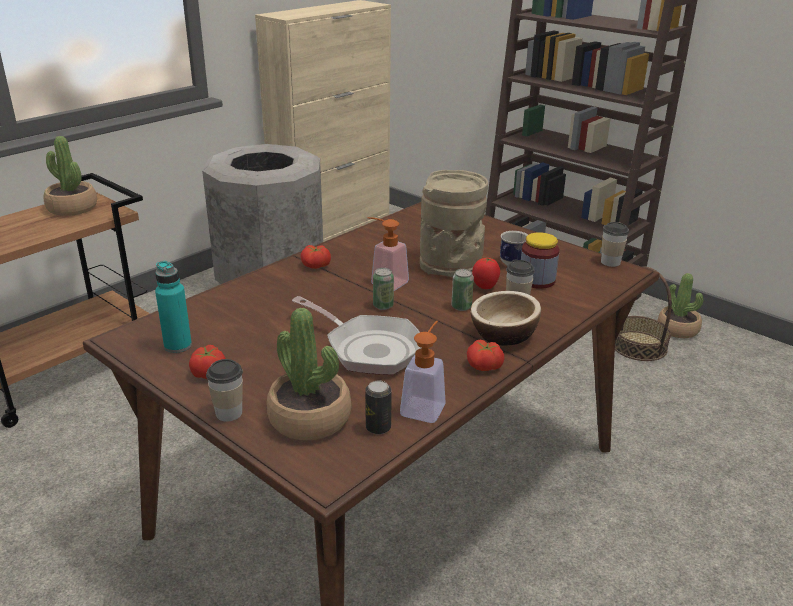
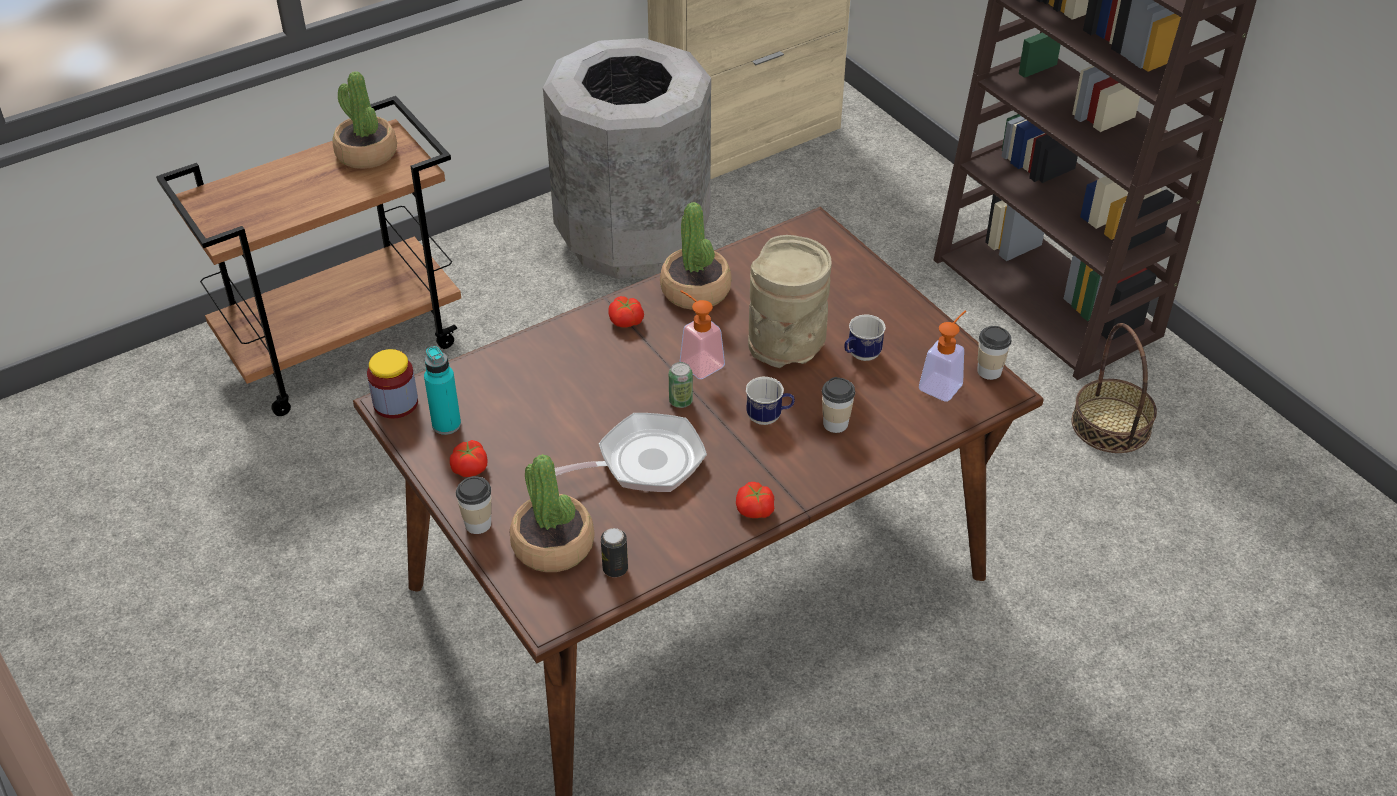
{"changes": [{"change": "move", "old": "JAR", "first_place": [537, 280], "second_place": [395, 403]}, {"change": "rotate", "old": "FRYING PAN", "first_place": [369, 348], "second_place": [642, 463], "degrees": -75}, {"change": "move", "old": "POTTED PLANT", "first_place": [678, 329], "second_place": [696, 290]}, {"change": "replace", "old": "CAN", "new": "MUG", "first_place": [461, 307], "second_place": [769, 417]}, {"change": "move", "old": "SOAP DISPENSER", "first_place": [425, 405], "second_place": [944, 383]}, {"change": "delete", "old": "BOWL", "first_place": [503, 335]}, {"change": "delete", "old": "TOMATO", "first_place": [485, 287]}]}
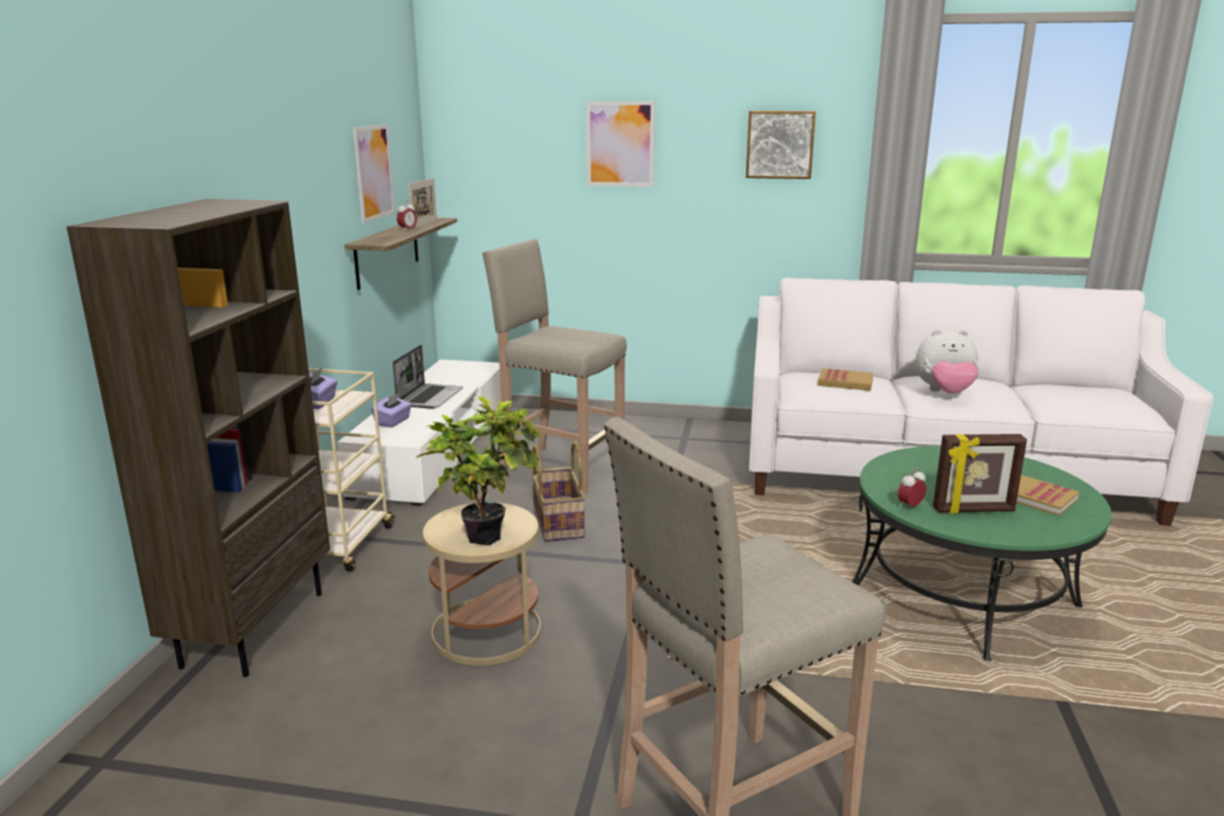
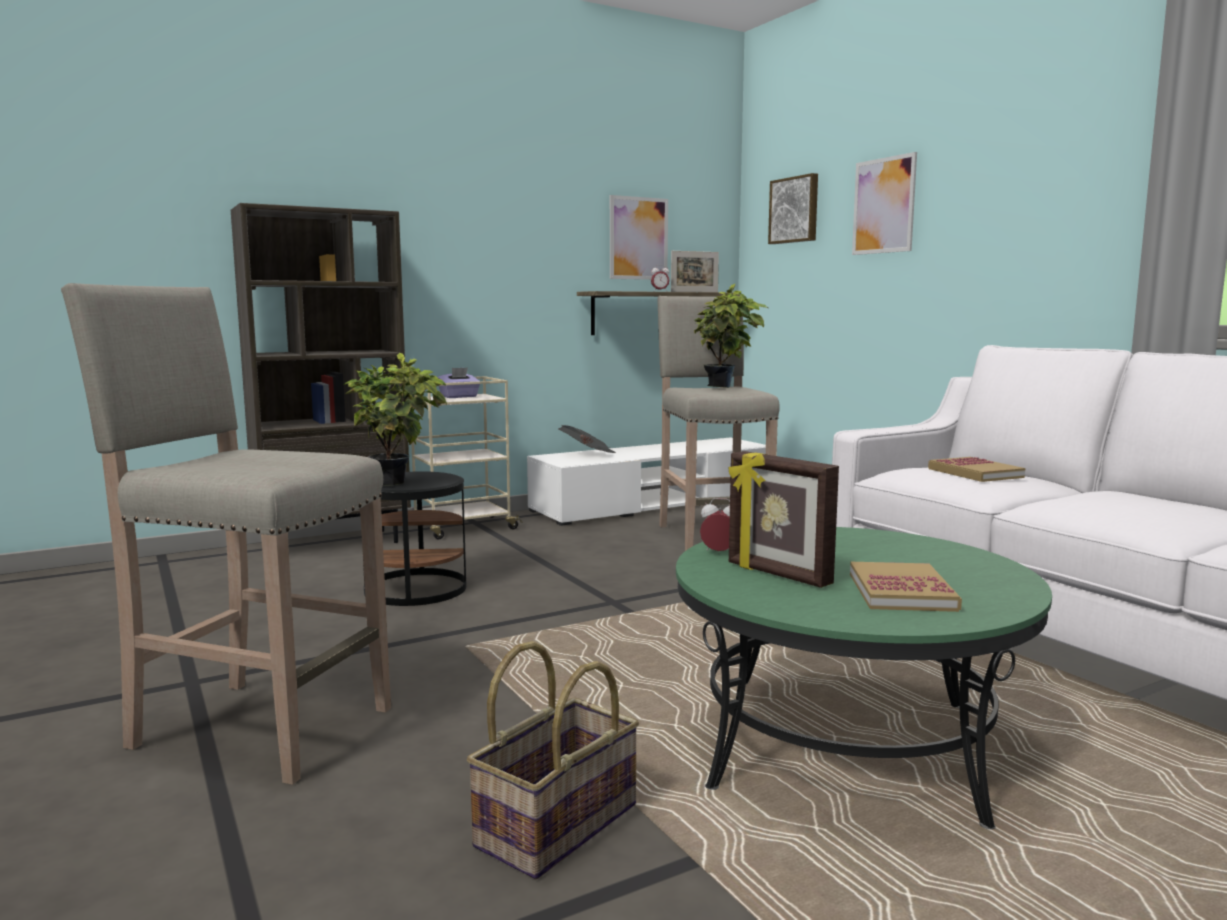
{"changes": [{"change": "recolor", "old": "BEIGE SIDE TABLE", "new": "BLACK SIDE TABLE", "first_place": [485, 632], "second_place": [415, 589]}, {"change": "move", "old": "BASKET", "first_place": [557, 523], "second_place": [556, 824]}, {"change": "replace", "old": "PURPLE TISSUE BOX", "new": "NEWSPAPER", "first_place": [393, 422], "second_place": [588, 455]}, {"change": "insert", "new": "POTTED PLANT", "second_place": [725, 387]}, {"change": "move", "old": "PICTURE", "first_place": [780, 144], "second_place": [795, 210]}, {"change": "delete", "old": "LAPTOP", "first_place": [429, 397]}, {"change": "delete", "old": "PLUSH TOY", "first_place": [944, 393]}]}
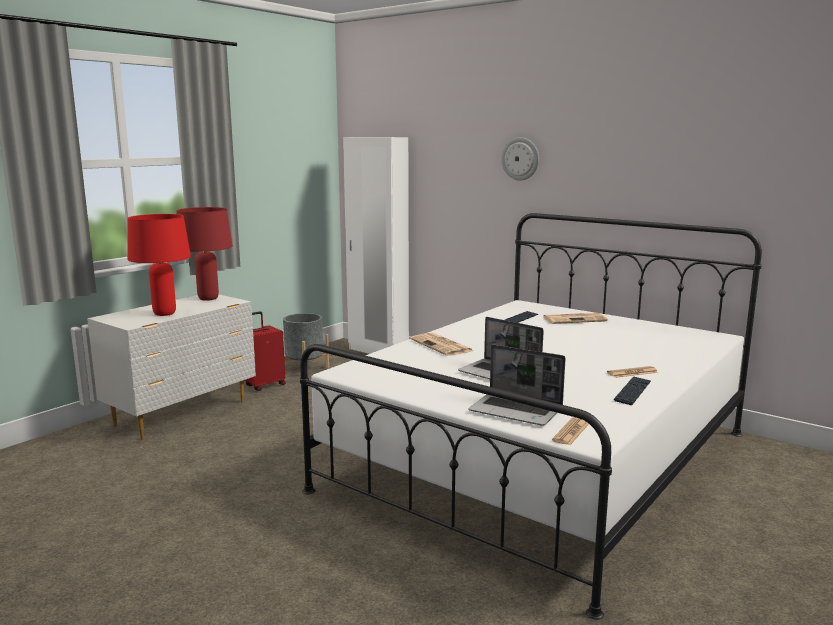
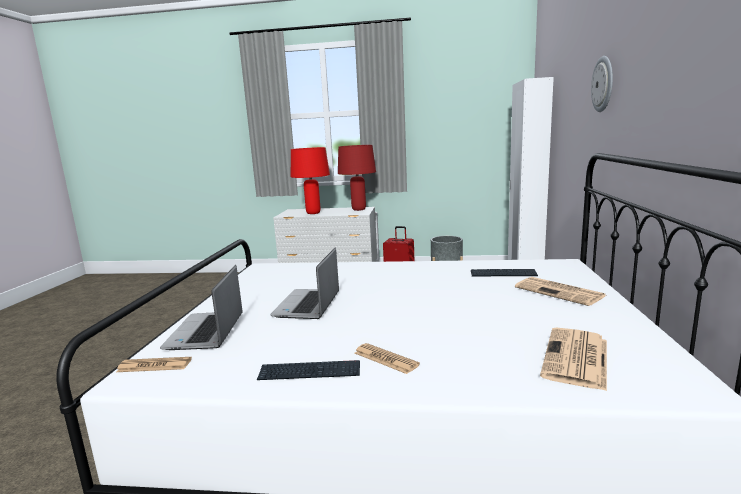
{"changes": [{"change": "move", "old": "NEWSPAPER", "first_place": [442, 345], "second_place": [576, 359]}]}
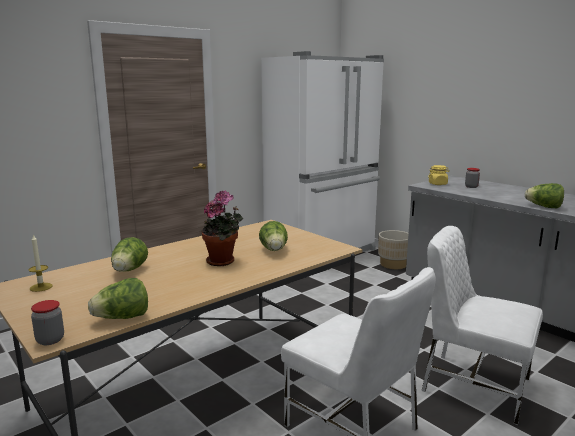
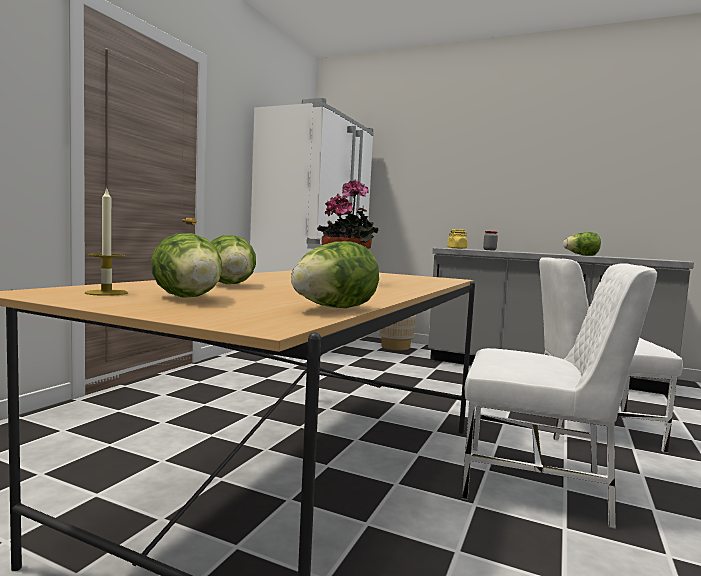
{"changes": [{"change": "move", "old": "LETTUCE", "first_place": [274, 250], "second_place": [190, 298]}, {"change": "delete", "old": "JAR", "first_place": [50, 340]}]}
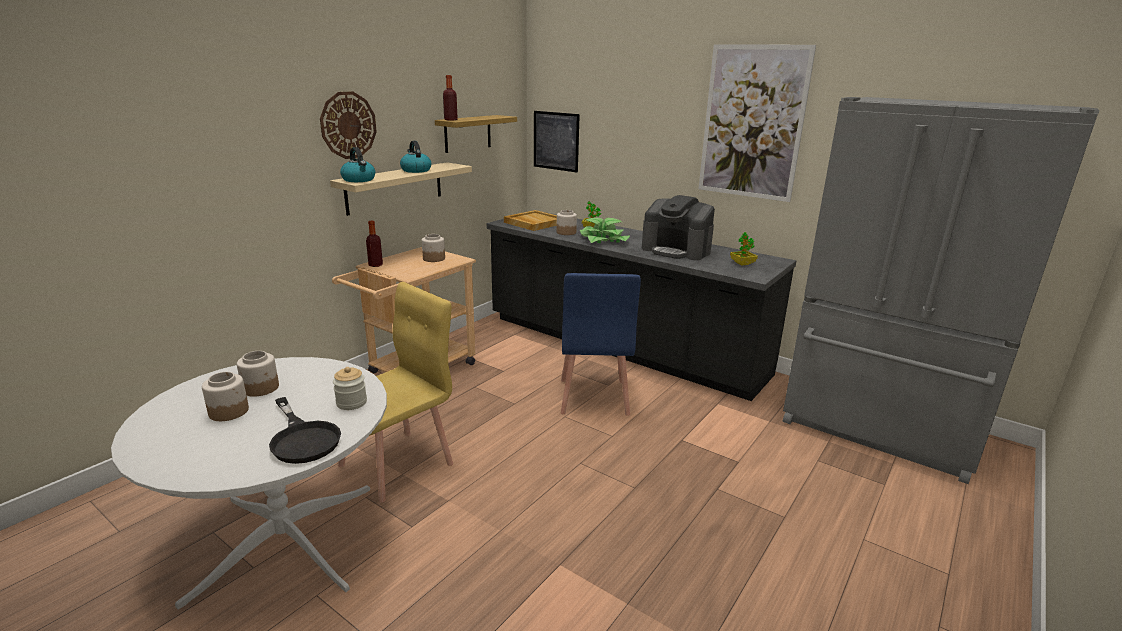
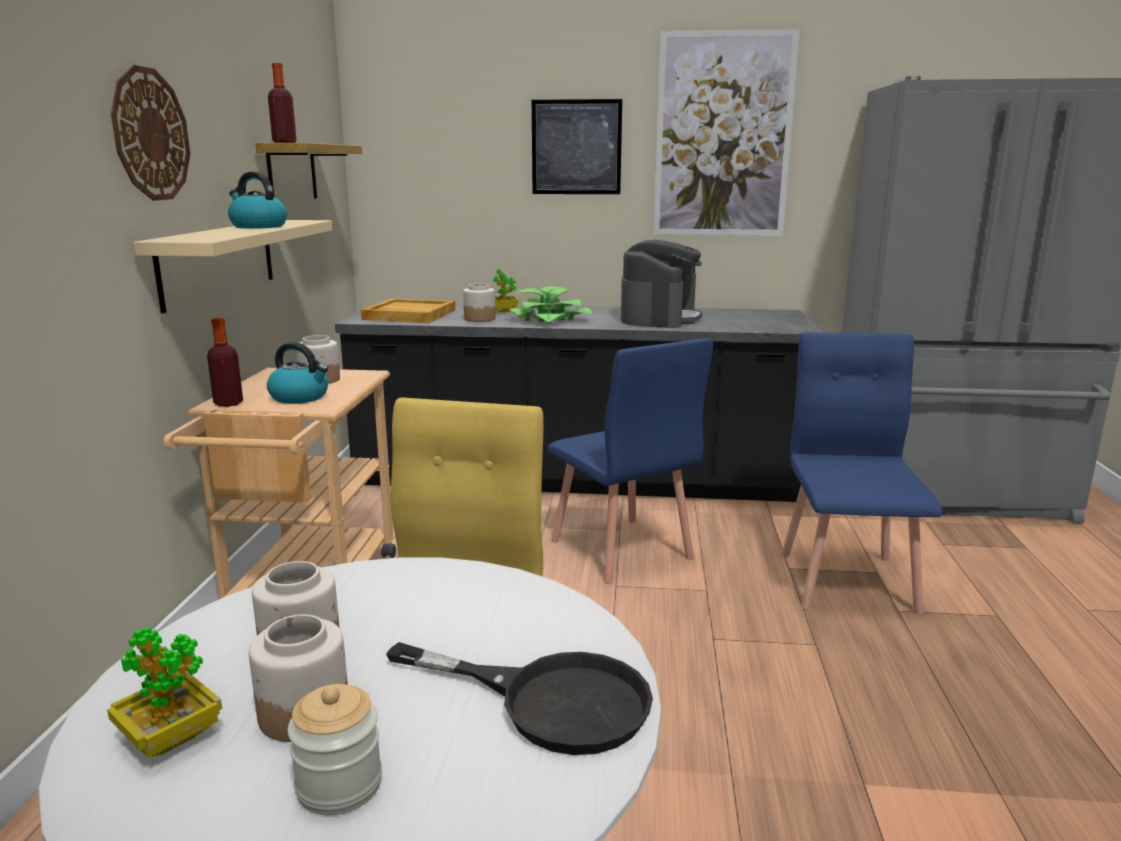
{"changes": [{"change": "move", "old": "POTTED PLANT", "first_place": [742, 263], "second_place": [170, 738]}, {"change": "move", "old": "KETTLE", "first_place": [359, 180], "second_place": [300, 397]}, {"change": "move", "old": "JAR", "first_place": [351, 403], "second_place": [339, 785]}, {"change": "move", "old": "PICTURE", "first_place": [556, 141], "second_place": [576, 147]}, {"change": "rotate", "old": "COFFEE MACHINE", "first_place": [676, 250], "second_place": [660, 318], "degrees": -75}, {"change": "insert", "new": "BLUE CHAIR", "second_place": [848, 581]}]}
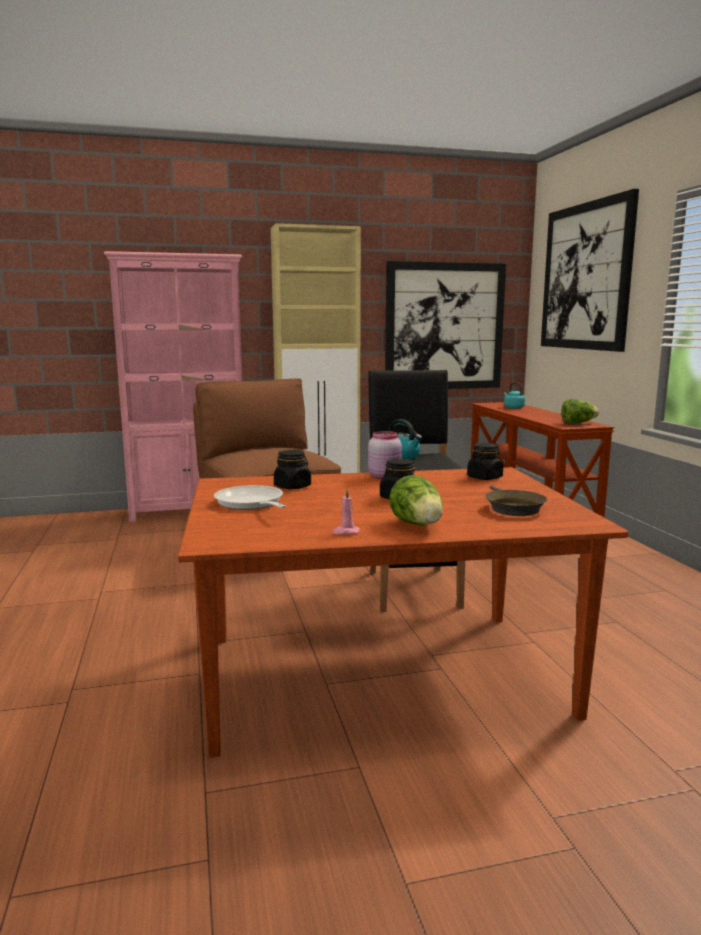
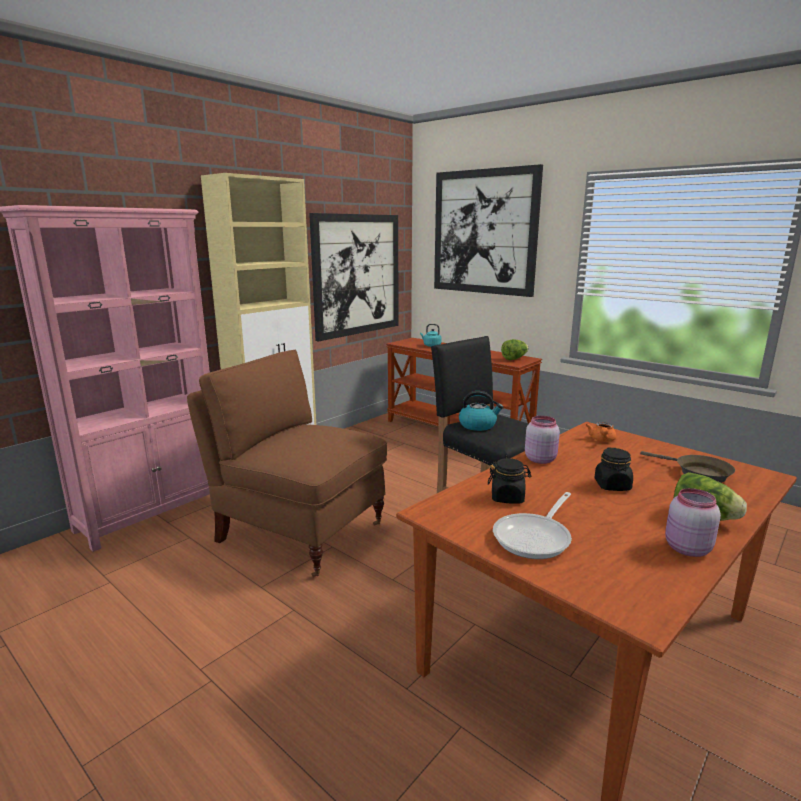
{"changes": [{"change": "rotate", "old": "FRYING PAN", "first_place": [251, 504], "second_place": [535, 537], "degrees": -75}, {"change": "replace", "old": "BLACK JAR", "new": "ORANGE TEAPOT", "first_place": [484, 477], "second_place": [602, 440]}, {"change": "replace", "old": "PINK CANDLE", "new": "PINK JAR", "first_place": [345, 532], "second_place": [686, 548]}]}
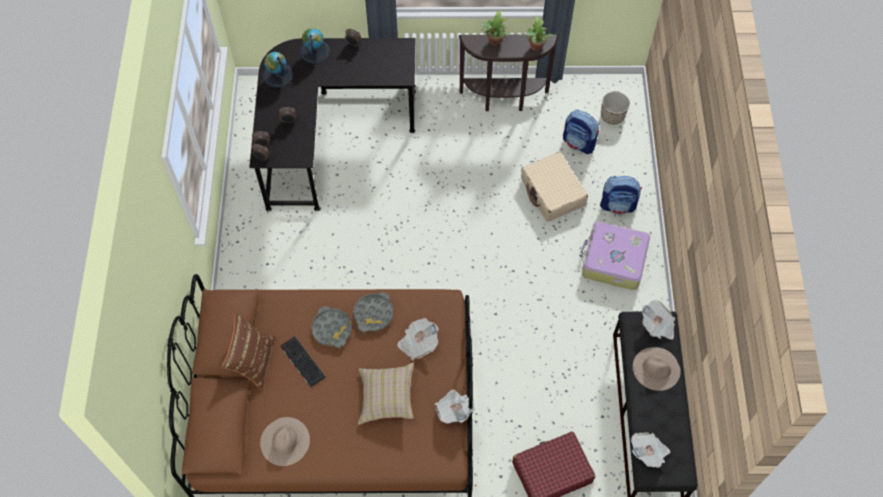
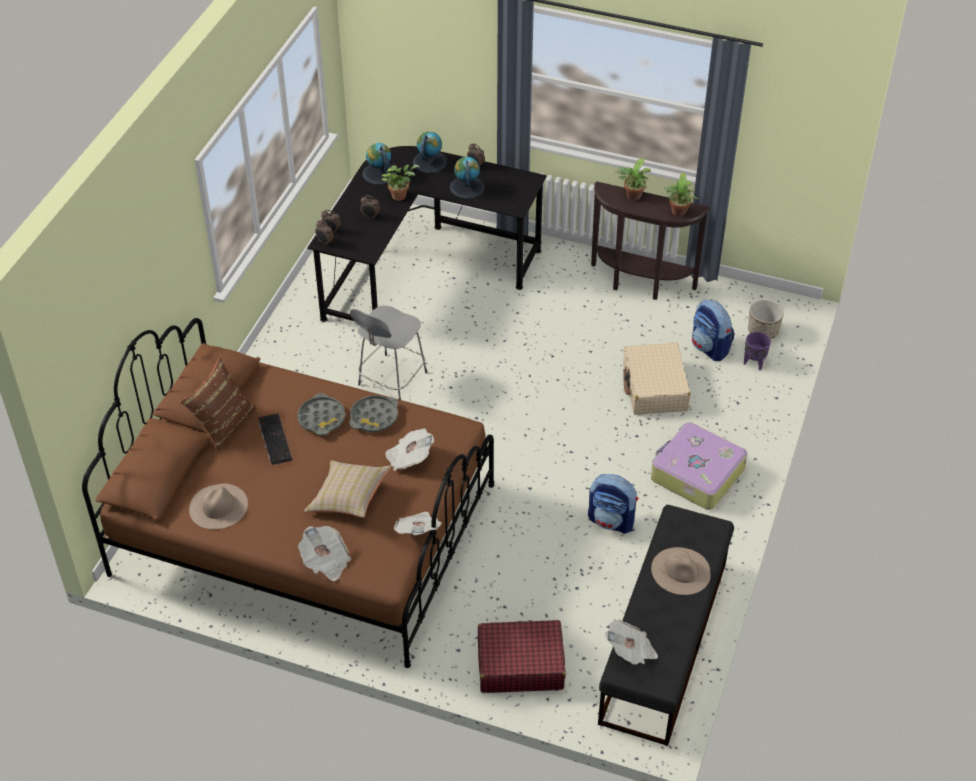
{"changes": [{"change": "move", "old": "NEWSPAPER", "first_place": [657, 325], "second_place": [325, 561]}, {"change": "insert", "new": "GREY STOOL", "second_place": [391, 380]}, {"change": "insert", "new": "POTTED PLANT", "second_place": [400, 195]}, {"change": "insert", "new": "GLOBE", "second_place": [467, 187]}, {"change": "move", "old": "BACKPACK", "first_place": [618, 205], "second_place": [612, 521]}, {"change": "insert", "new": "PURPLE PLANTER", "second_place": [753, 363]}]}
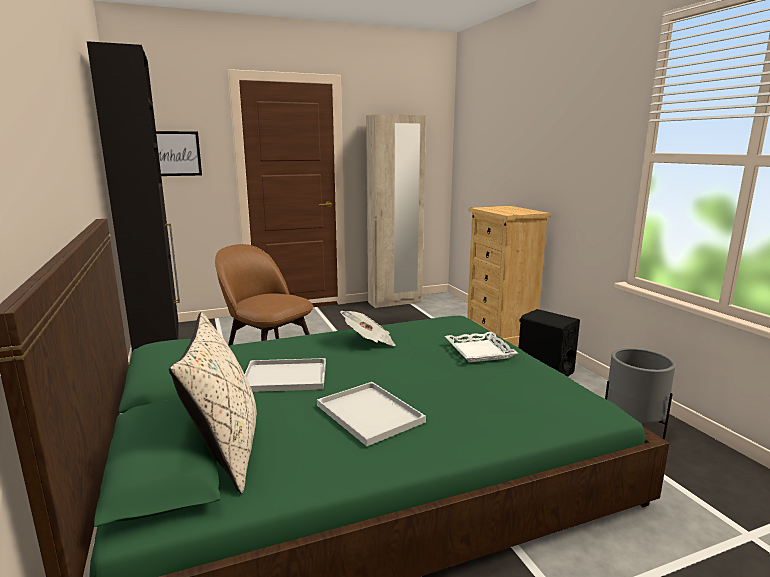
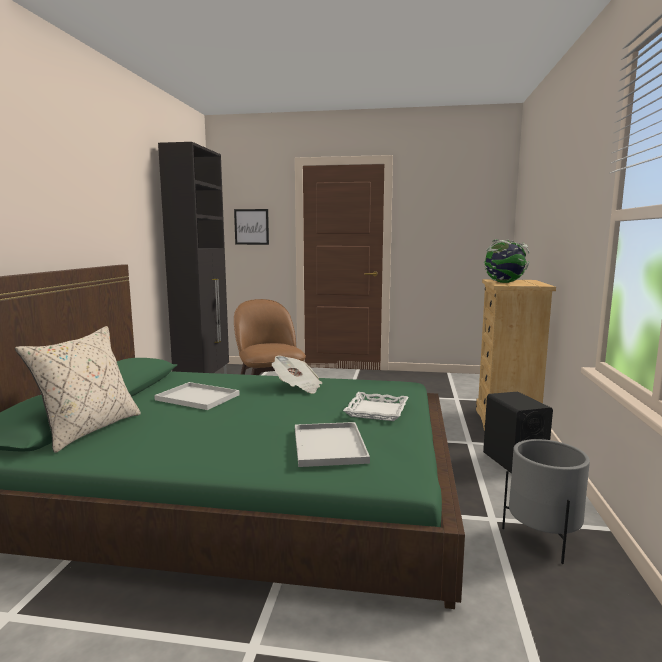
{"changes": [{"change": "move", "old": "WHITE TRAY", "first_place": [367, 413], "second_place": [328, 445]}, {"change": "insert", "new": "GLOBE", "second_place": [504, 282]}, {"change": "delete", "old": "BEIGE WARDROBE", "first_place": [395, 302]}]}
